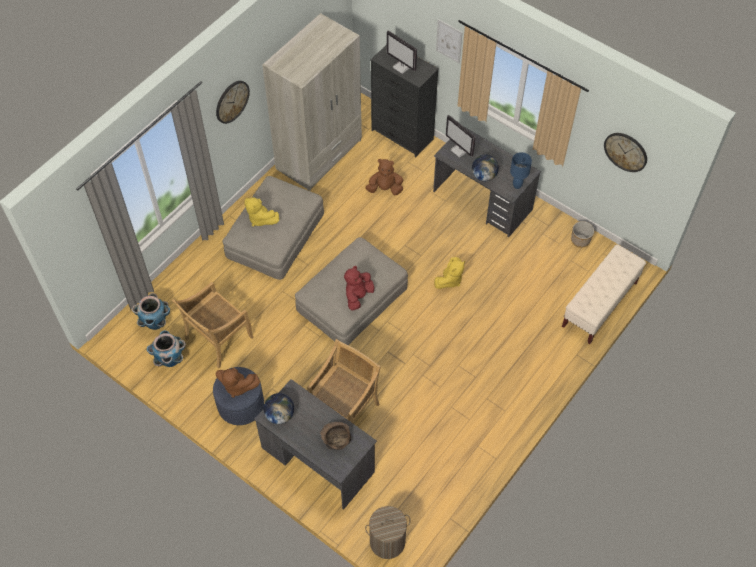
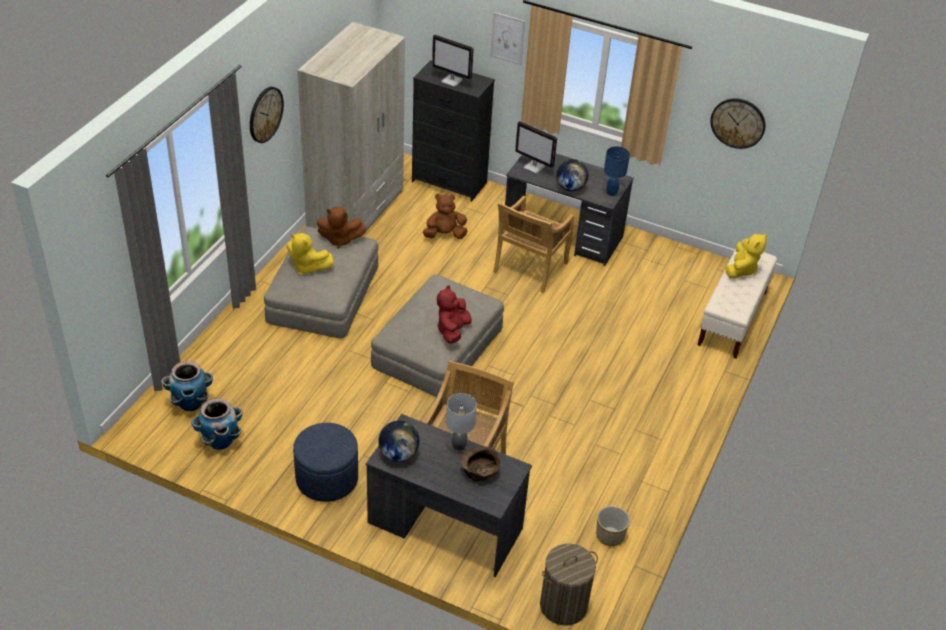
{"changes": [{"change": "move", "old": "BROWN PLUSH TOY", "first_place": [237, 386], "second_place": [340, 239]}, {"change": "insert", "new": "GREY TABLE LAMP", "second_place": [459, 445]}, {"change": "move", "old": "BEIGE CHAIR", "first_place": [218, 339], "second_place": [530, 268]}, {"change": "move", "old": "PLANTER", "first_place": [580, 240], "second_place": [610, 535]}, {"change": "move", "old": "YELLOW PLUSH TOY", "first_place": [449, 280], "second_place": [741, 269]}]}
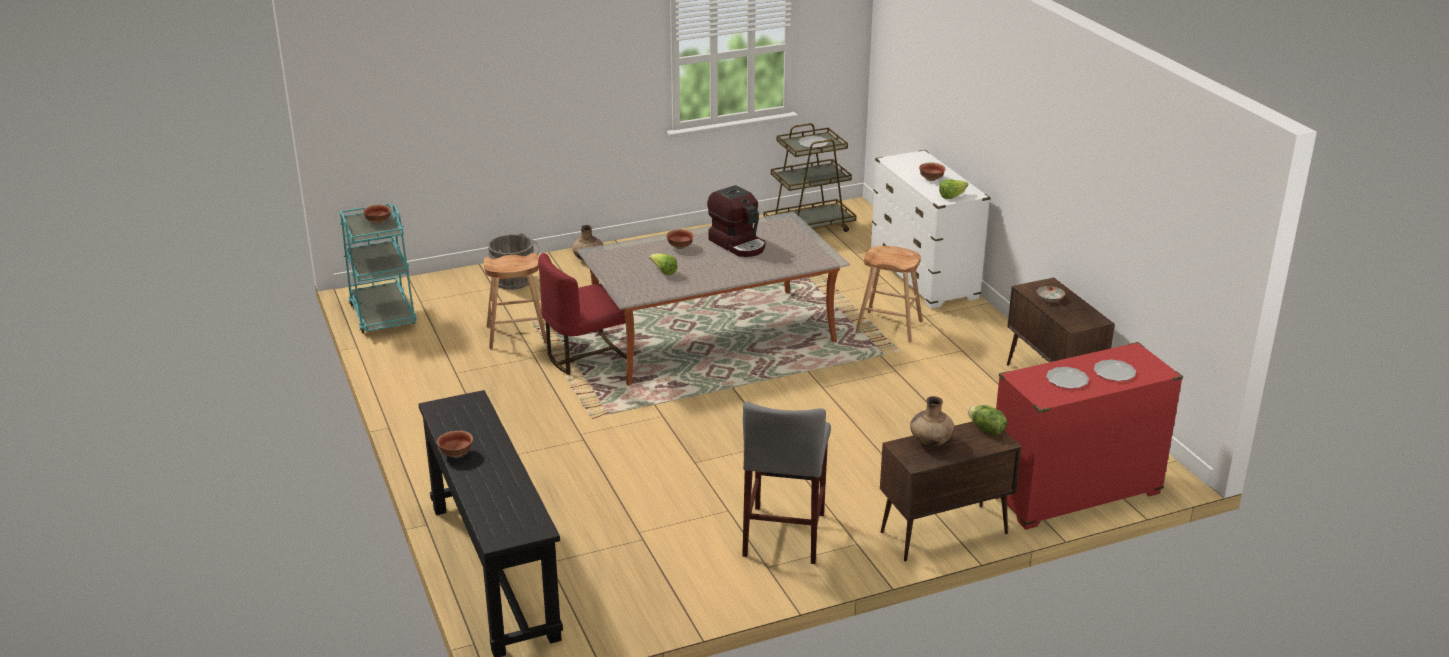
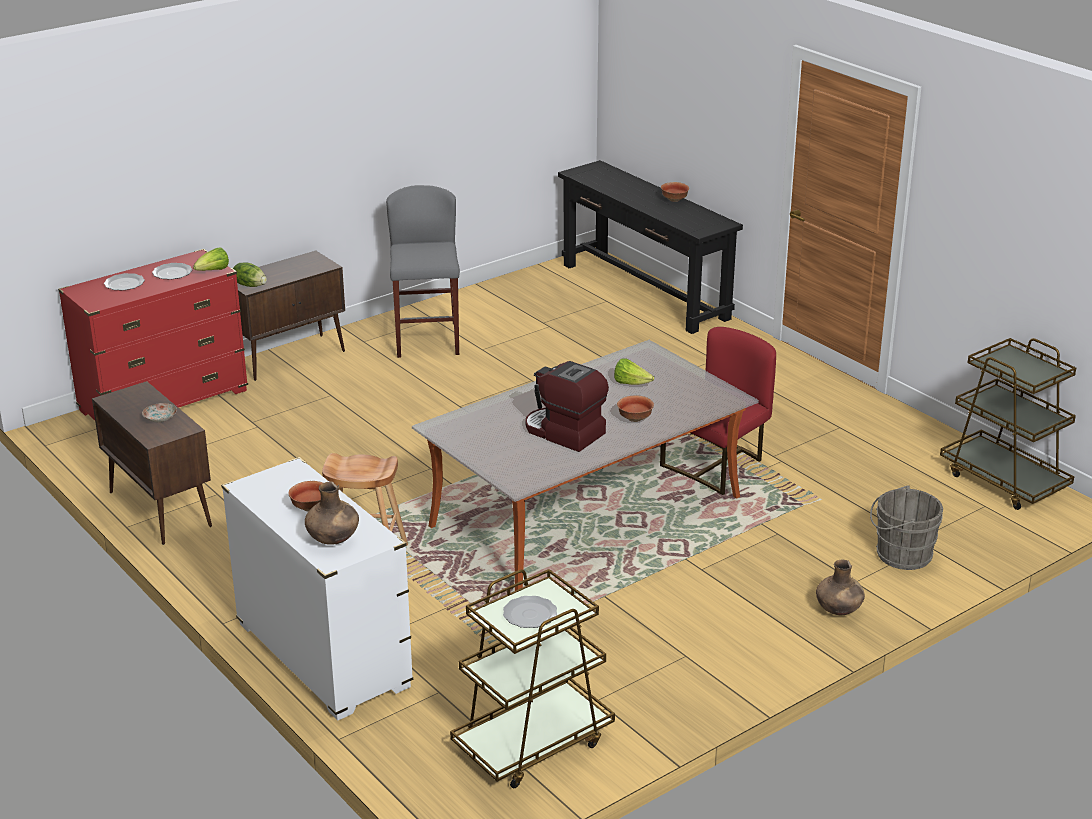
{"changes": [{"change": "move", "old": "LETTUCE", "first_place": [952, 196], "second_place": [213, 271]}, {"change": "move", "old": "BROWN VASE", "first_place": [930, 442], "second_place": [333, 539]}, {"change": "recolor", "old": "TURQUOISE CART", "new": "BROWN CART", "first_place": [383, 315], "second_place": [1004, 480]}, {"change": "delete", "old": "BOWL", "first_place": [378, 221]}, {"change": "delete", "old": "BROWN STOOL", "first_place": [517, 335]}]}
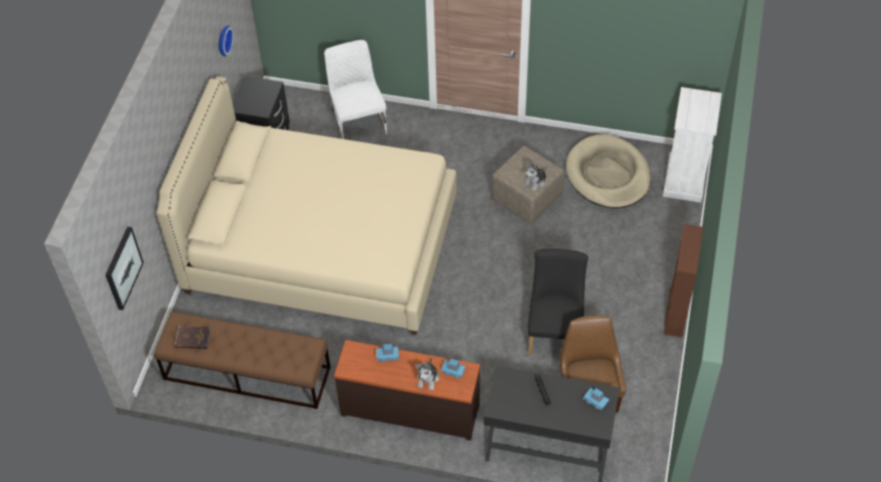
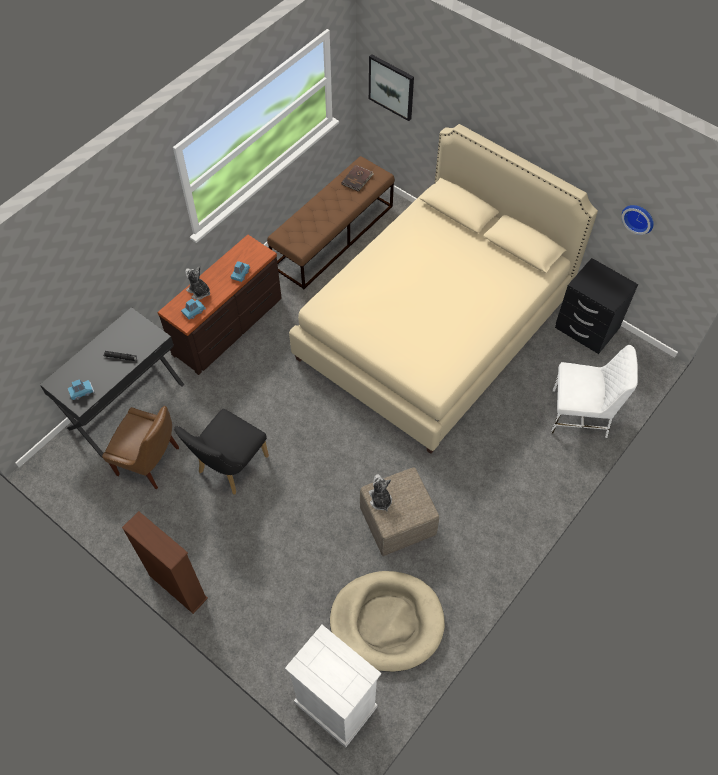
{"changes": [{"change": "rotate", "old": "BLACK CHAIR", "first_place": [555, 331], "second_place": [229, 467], "degrees": 90}]}
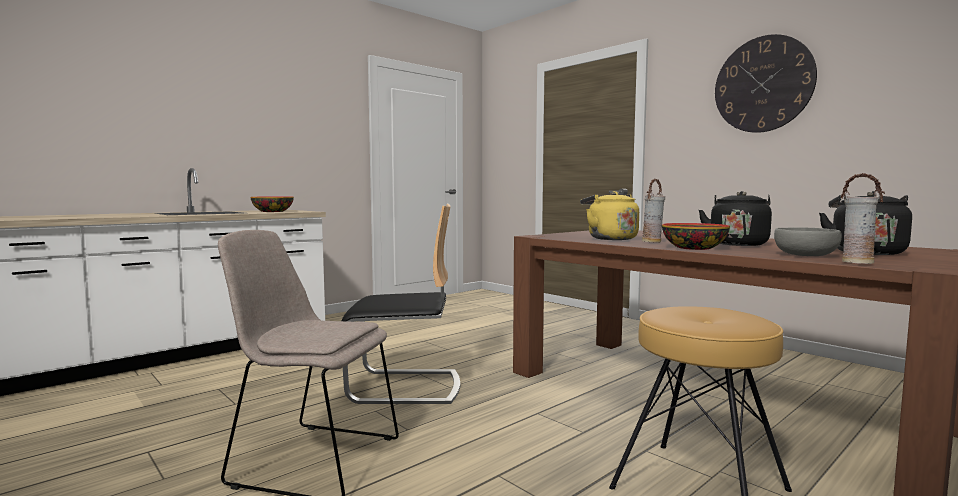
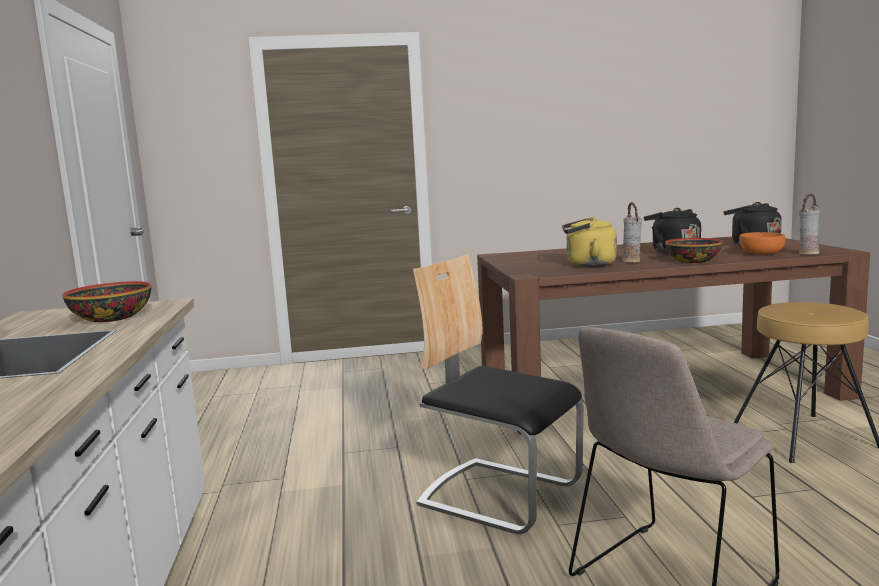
{"changes": [{"change": "rotate", "old": "CHAIR", "first_place": [405, 387], "second_place": [500, 494], "degrees": -90}, {"change": "recolor", "old": "GREY BOWL", "new": "ORANGE BOWL", "first_place": [804, 255], "second_place": [761, 254]}, {"change": "delete", "old": "WALL CLOCK", "first_place": [763, 84]}]}
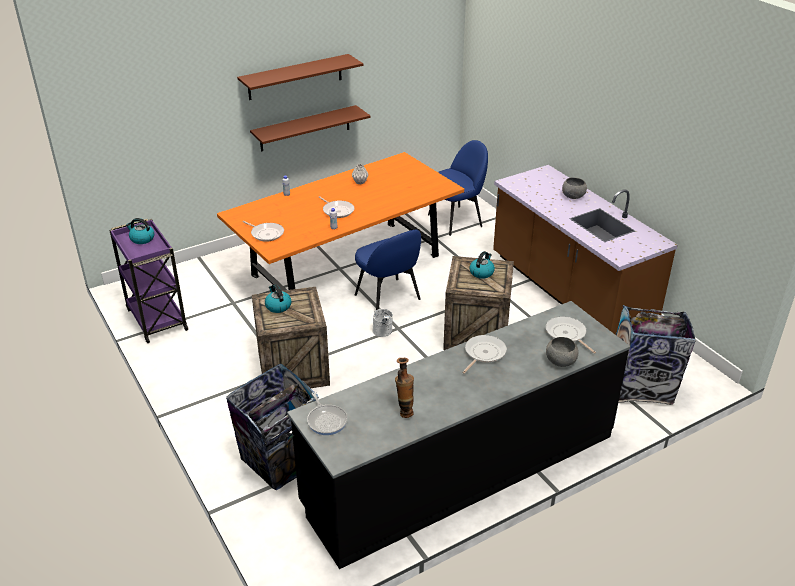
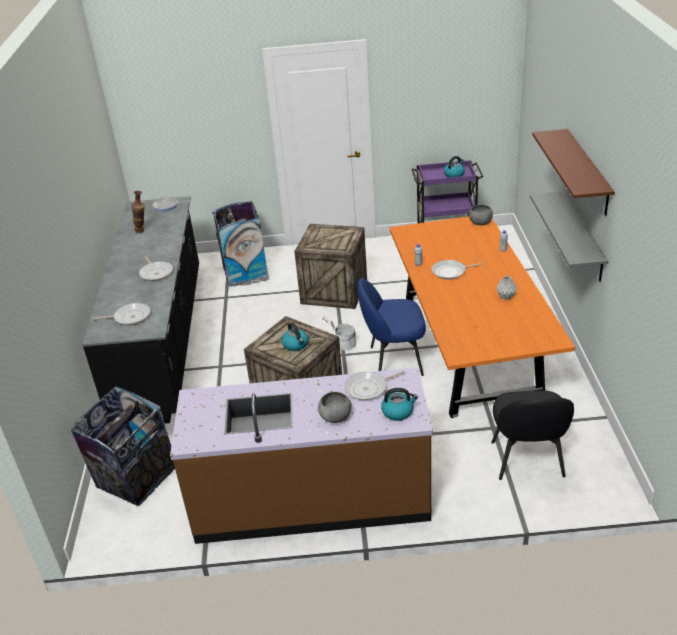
{"changes": [{"change": "move", "old": "FRYING PAN", "first_place": [266, 234], "second_place": [368, 388]}, {"change": "move", "old": "KETTLE", "first_place": [278, 306], "second_place": [398, 412]}, {"change": "move", "old": "GREY BOWL", "first_place": [560, 361], "second_place": [480, 222]}, {"change": "recolor", "old": "BLUE CHAIR", "new": "BLACK CHAIR", "first_place": [456, 220], "second_place": [527, 461]}, {"change": "recolor", "old": "BROWN SHELF", "new": "GREY SHELF", "first_place": [305, 128], "second_place": [583, 236]}]}
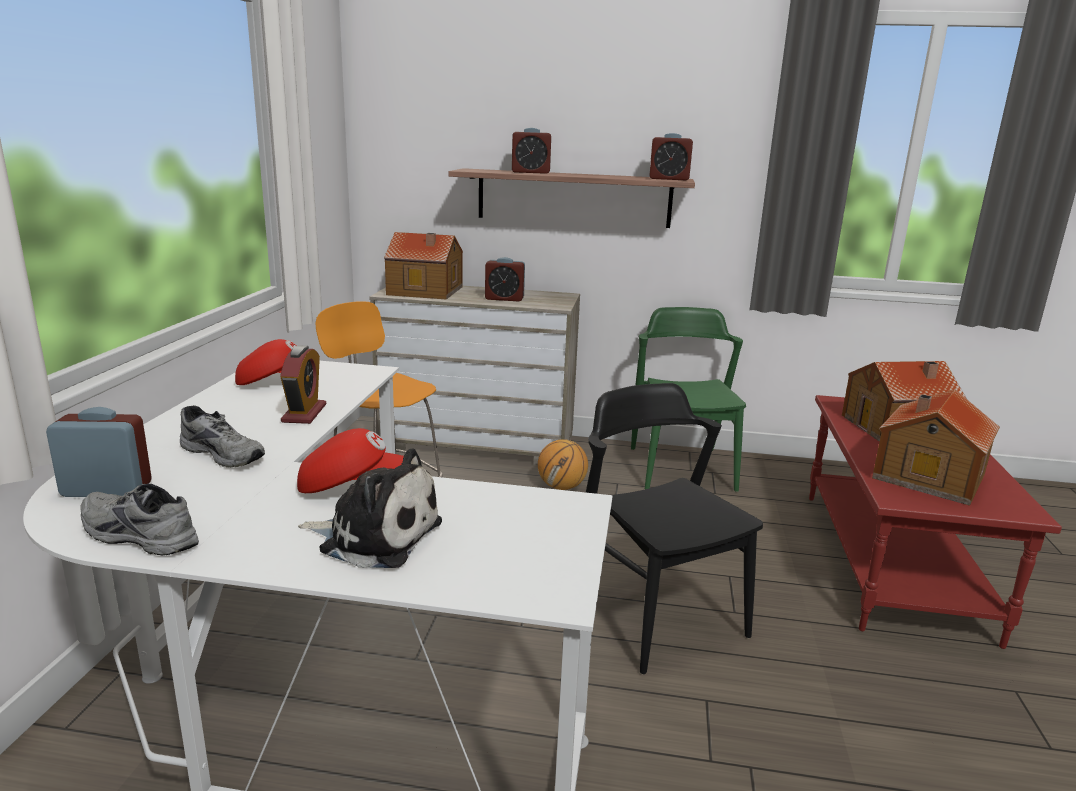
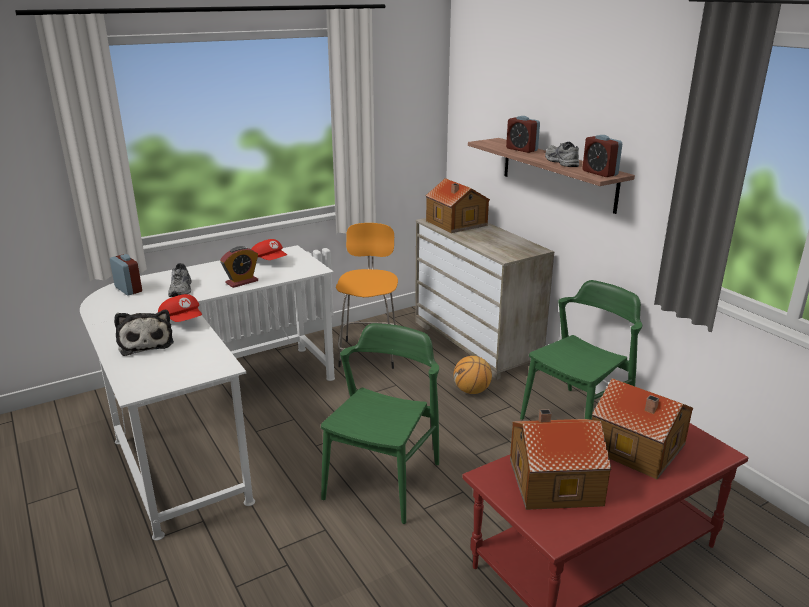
{"changes": [{"change": "recolor", "old": "BLACK CHAIR", "new": "GREEN CHAIR", "first_place": [656, 613], "second_place": [383, 481]}, {"change": "move", "old": "GREY SHOE", "first_place": [135, 536], "second_place": [560, 162]}, {"change": "delete", "old": "ALARM CLOCK", "first_place": [504, 299]}]}
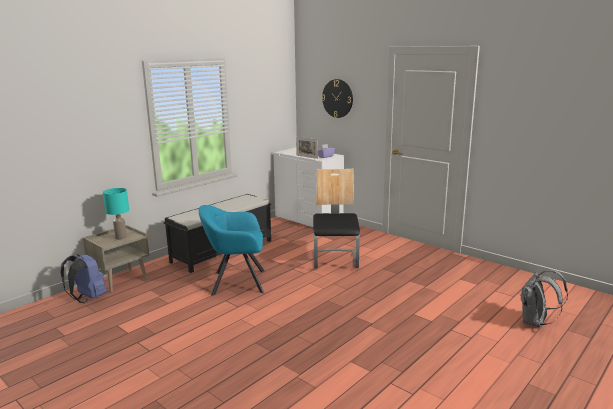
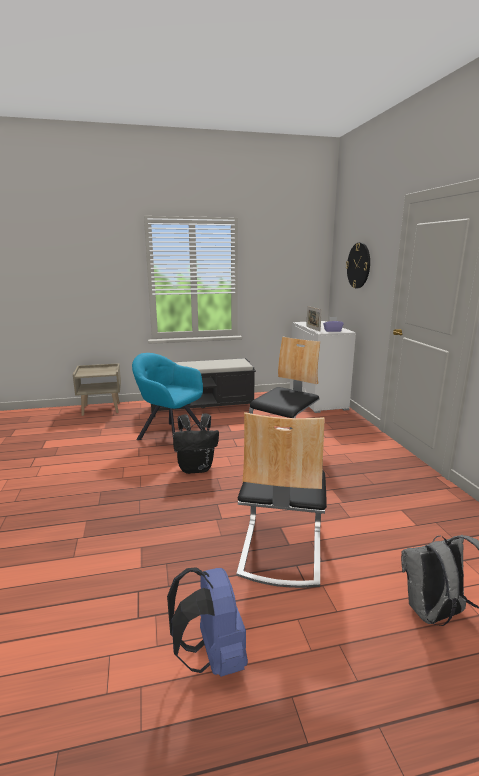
{"changes": [{"change": "move", "old": "BLUE BACKPACK", "first_place": [88, 298], "second_place": [212, 656]}, {"change": "insert", "new": "BLACK BACKPACK", "second_place": [196, 468]}, {"change": "insert", "new": "CHAIR", "second_place": [280, 550]}, {"change": "delete", "old": "TURQUOISE TABLE LAMP", "first_place": [120, 237]}]}
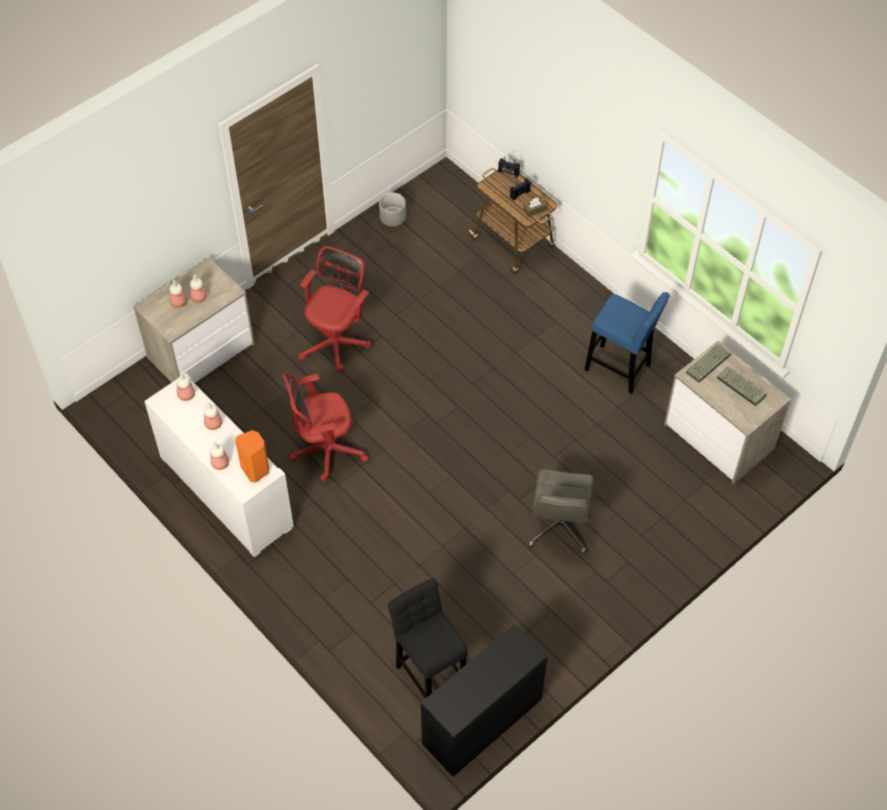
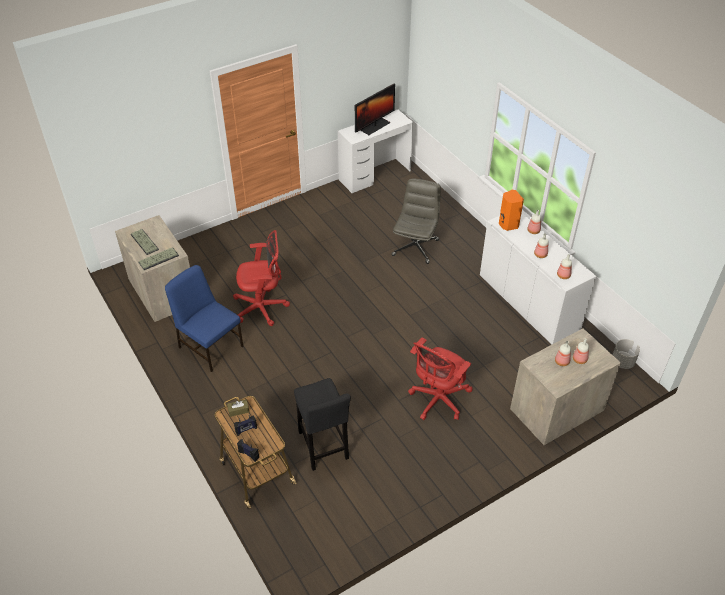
{"changes": [{"change": "replace", "old": "BLUE STOOL", "new": "BLUE CHAIR", "first_place": [620, 370], "second_place": [210, 346]}, {"change": "move", "old": "RED OFFICE CHAIR", "first_place": [325, 451], "second_place": [262, 308]}, {"change": "move", "old": "BLACK STOOL", "first_place": [429, 675], "second_place": [323, 448]}, {"change": "recolor", "old": "BLACK DESK", "new": "WHITE DESK", "first_place": [482, 722], "second_place": [374, 175]}, {"change": "insert", "new": "MONITOR", "second_place": [374, 126]}, {"change": "move", "old": "GREY OFFICE CHAIR", "first_place": [559, 527], "second_place": [415, 247]}, {"change": "move", "old": "GREY PLANTER", "first_place": [393, 219], "second_place": [622, 362]}]}
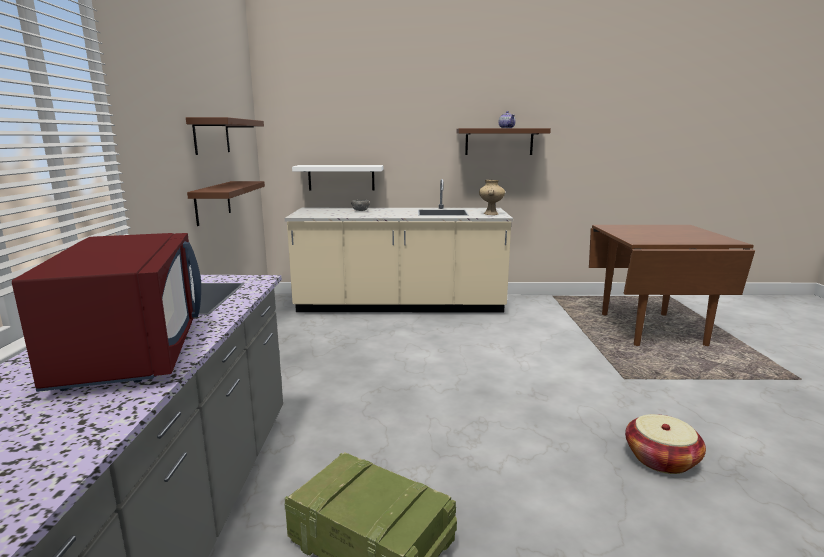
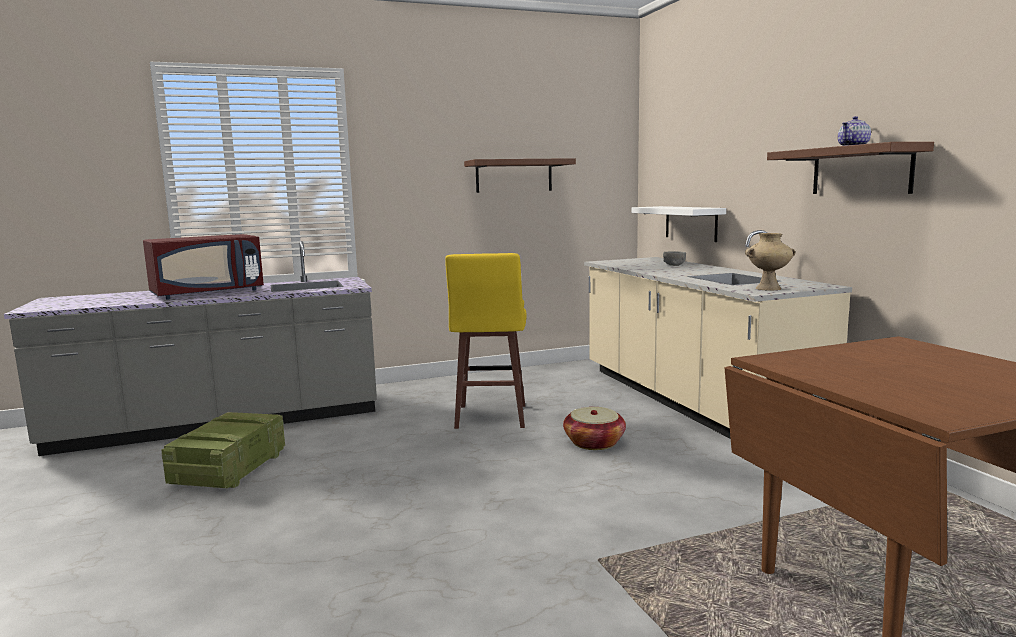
{"changes": [{"change": "insert", "new": "YELLOW STOOL", "second_place": [490, 418]}, {"change": "move", "old": "BASKET", "first_place": [661, 459], "second_place": [594, 443]}, {"change": "delete", "old": "BROWN SHELF", "first_place": [213, 202]}]}
